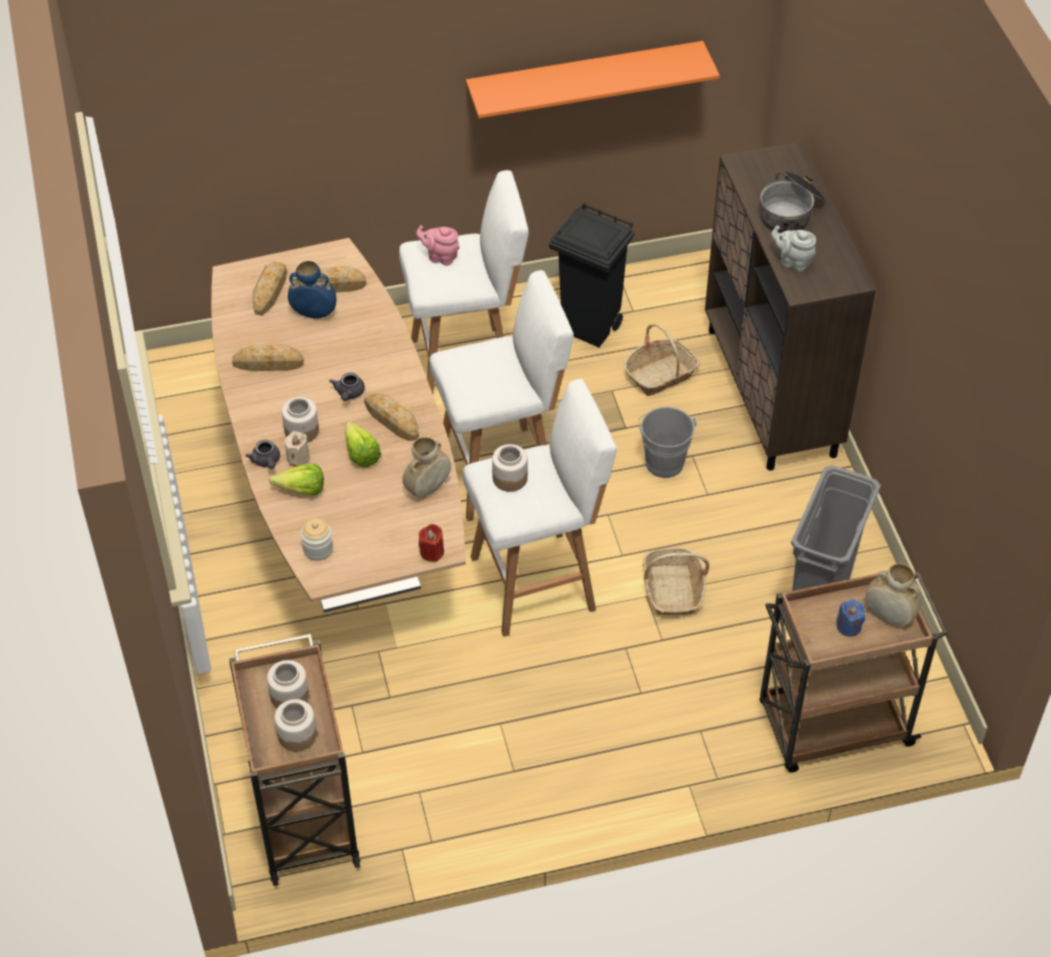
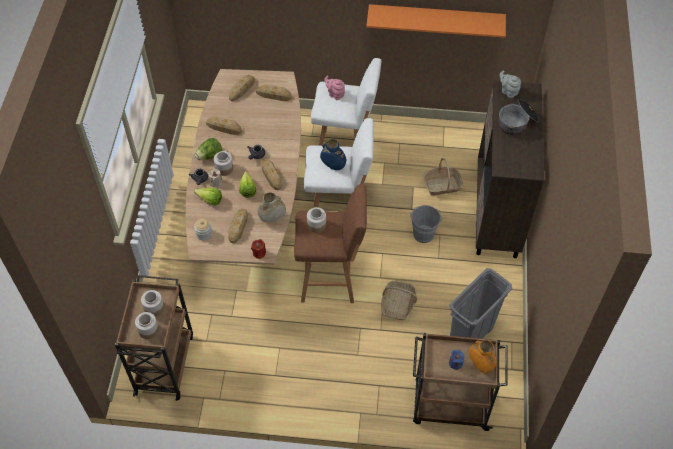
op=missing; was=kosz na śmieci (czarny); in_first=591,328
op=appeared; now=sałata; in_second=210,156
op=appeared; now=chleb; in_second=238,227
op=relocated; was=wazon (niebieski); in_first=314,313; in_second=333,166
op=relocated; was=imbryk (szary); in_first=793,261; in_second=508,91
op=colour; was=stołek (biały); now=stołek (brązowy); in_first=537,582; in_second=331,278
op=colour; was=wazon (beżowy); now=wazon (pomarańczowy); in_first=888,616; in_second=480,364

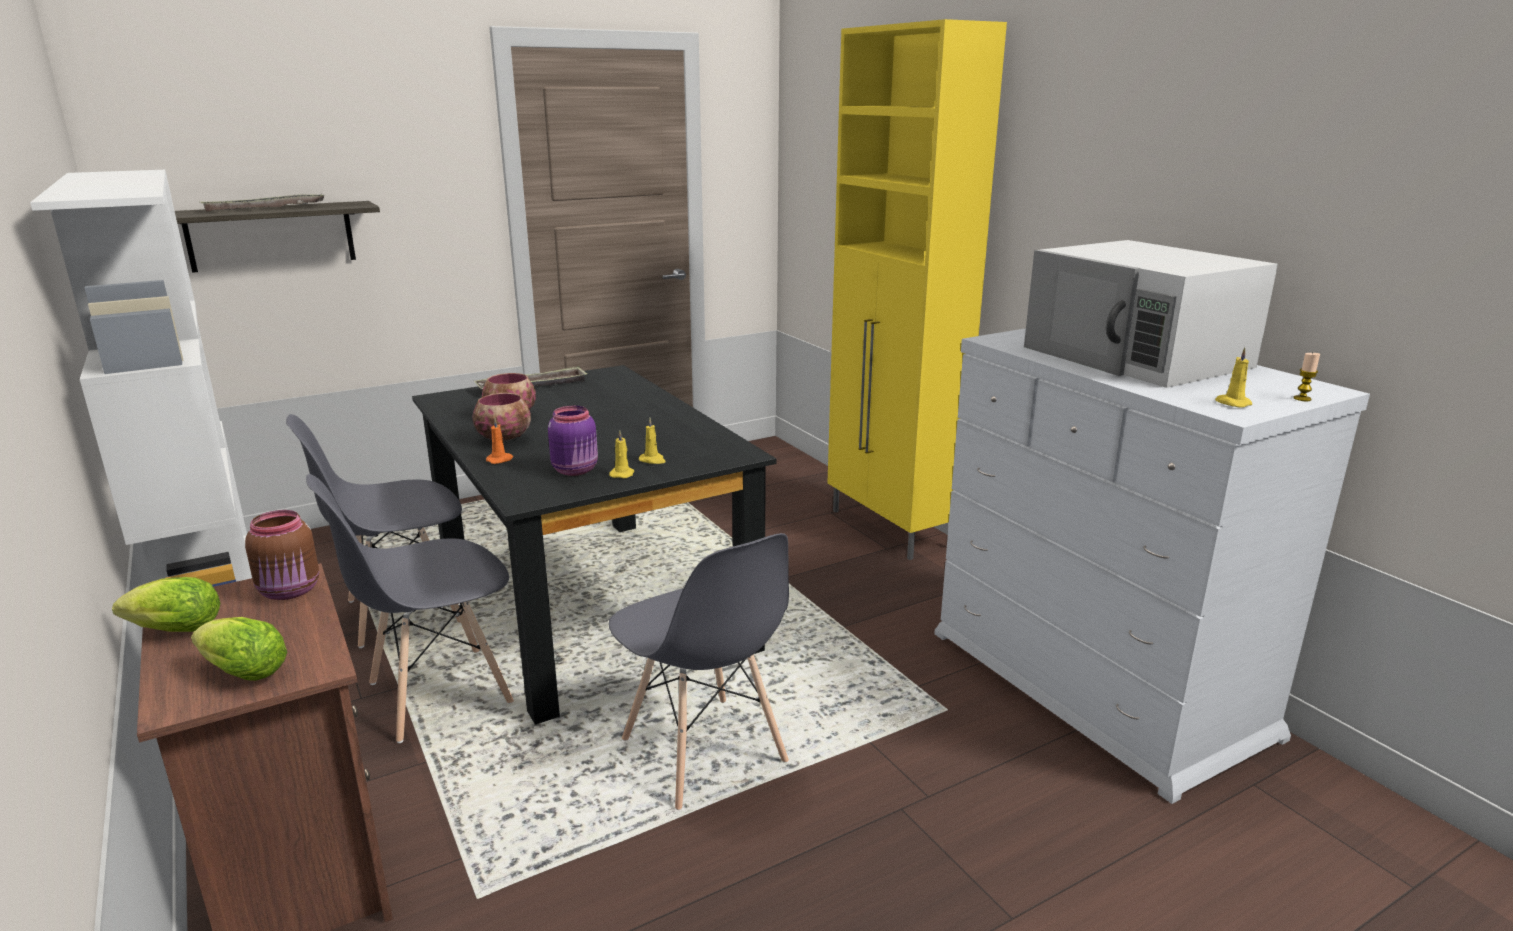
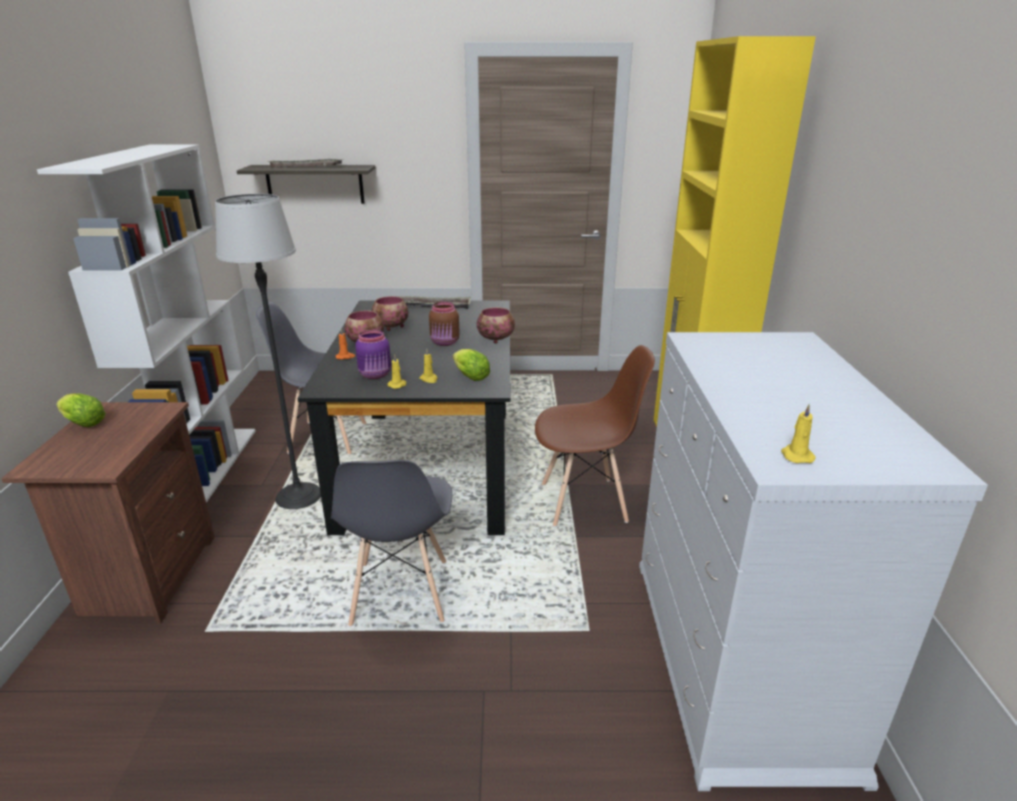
op=missing; was=mikrofalówka (biały); in_first=1137,357
op=missing; was=świeca; in_first=1302,399
op=appeared; now=miska; in_second=496,339
op=appeared; now=krzesło (brązowy); in_second=584,502
op=relocated; was=sałata; in_first=240,672; in_second=469,376
op=relocated; was=słoik (brązowy); in_first=291,591; in_second=445,343
op=exchanged; was=krzesło (szary); now=lampa stojąca; in_first=438,694; in_second=299,496

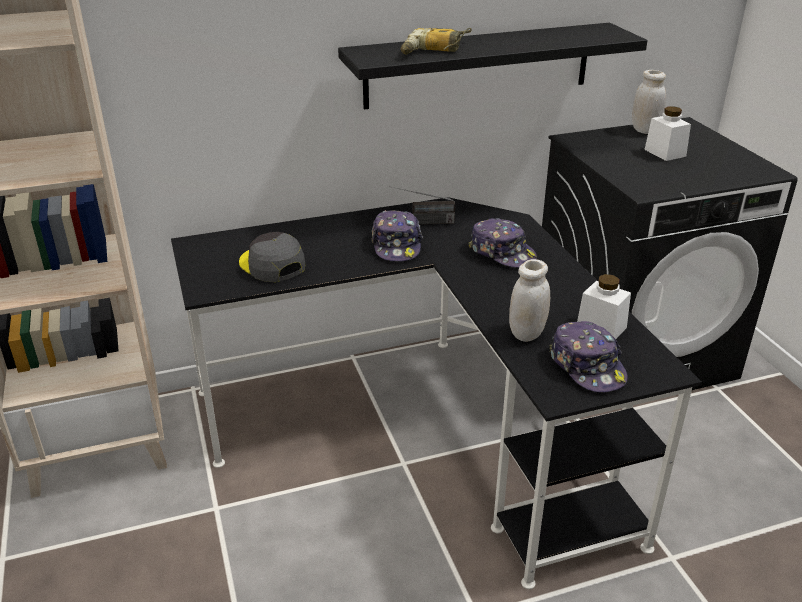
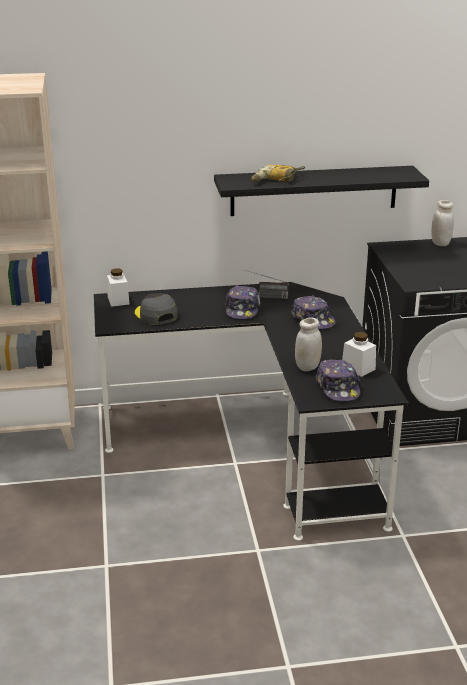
op=relocated; was=słoik (biały); in_first=665,153; in_second=118,300

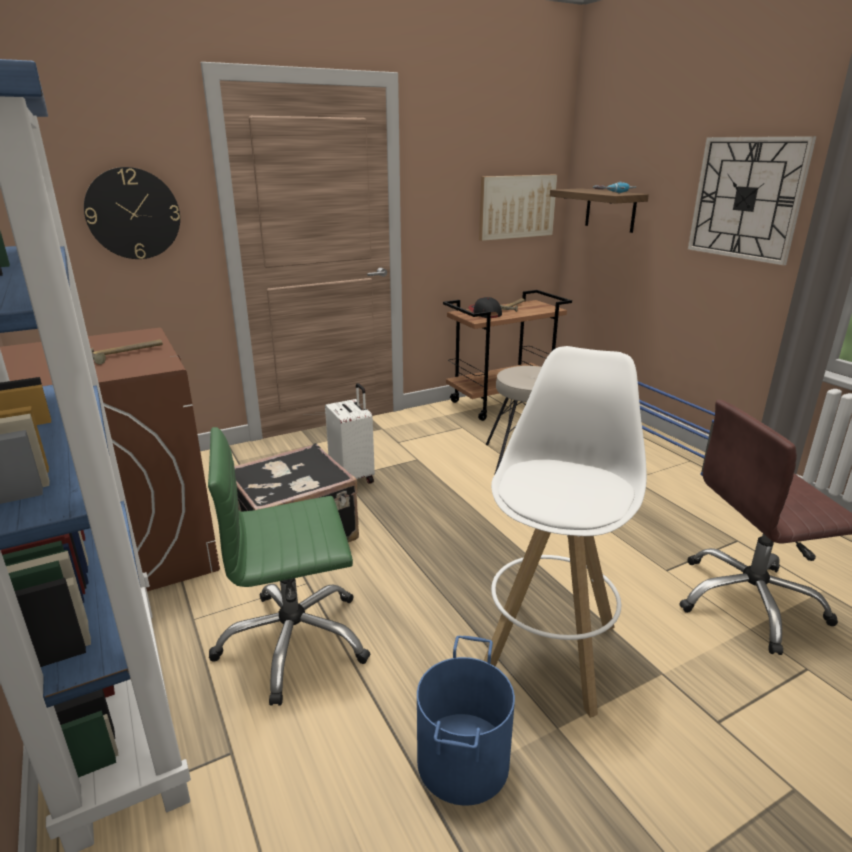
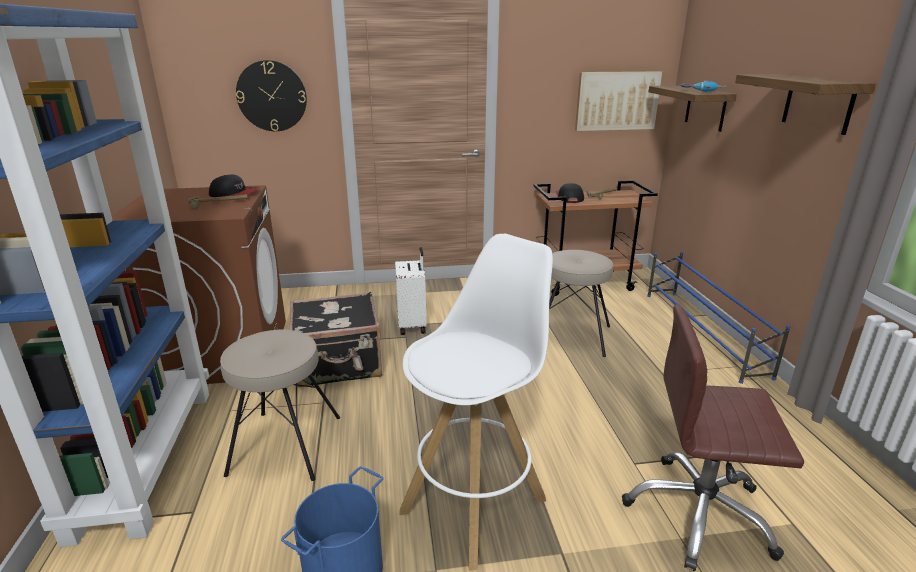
op=appeared; now=czapka z daszkiem; in_second=235,194
op=exchanged; was=krzesło biurowe (zielony); now=stołek (beżowy); in_first=294,642; in_second=284,444
op=exchanged; was=zegar ścienny; now=półka; in_first=746,198; in_second=818,103

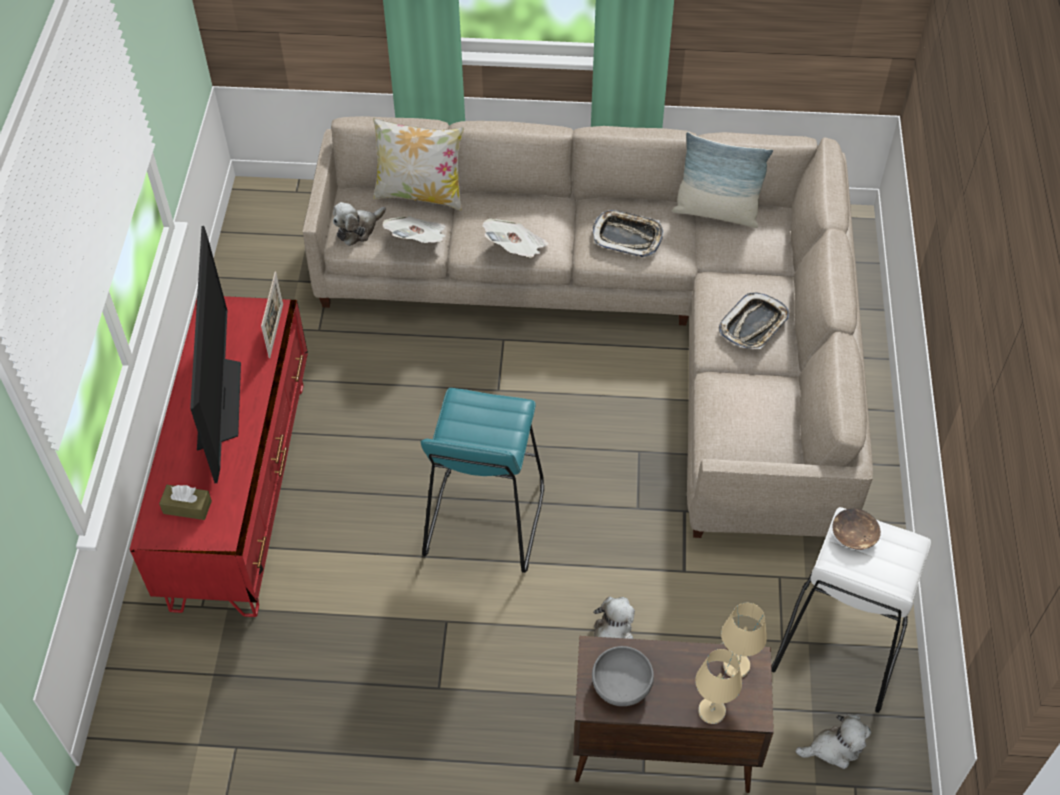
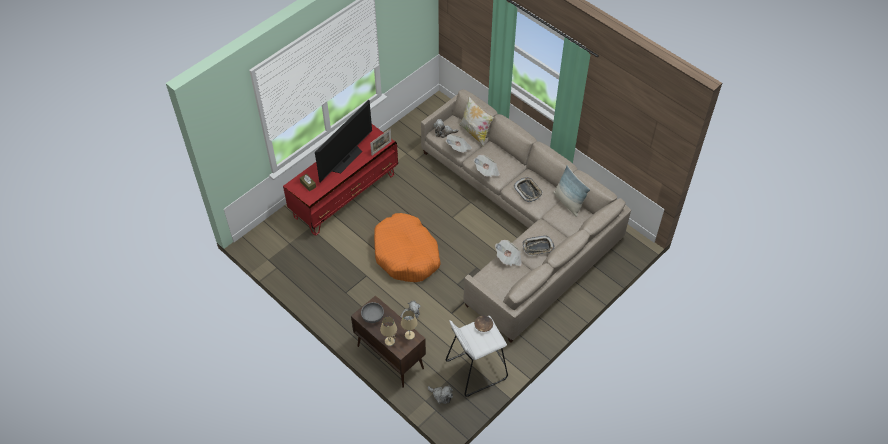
op=appeared; now=gazeta; in_second=508,258
op=exchanged; was=stołek (turkusowy); now=legowisko (pomarańczowy); in_first=484,520; in_second=406,254

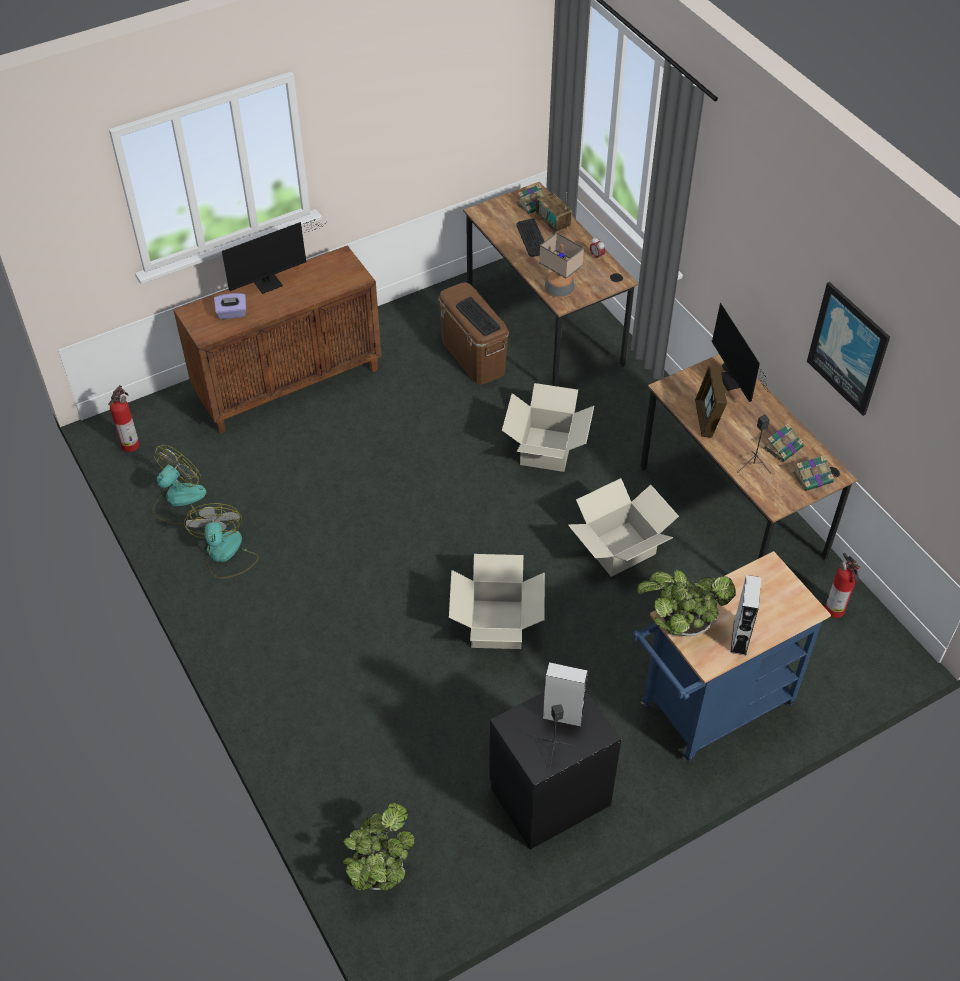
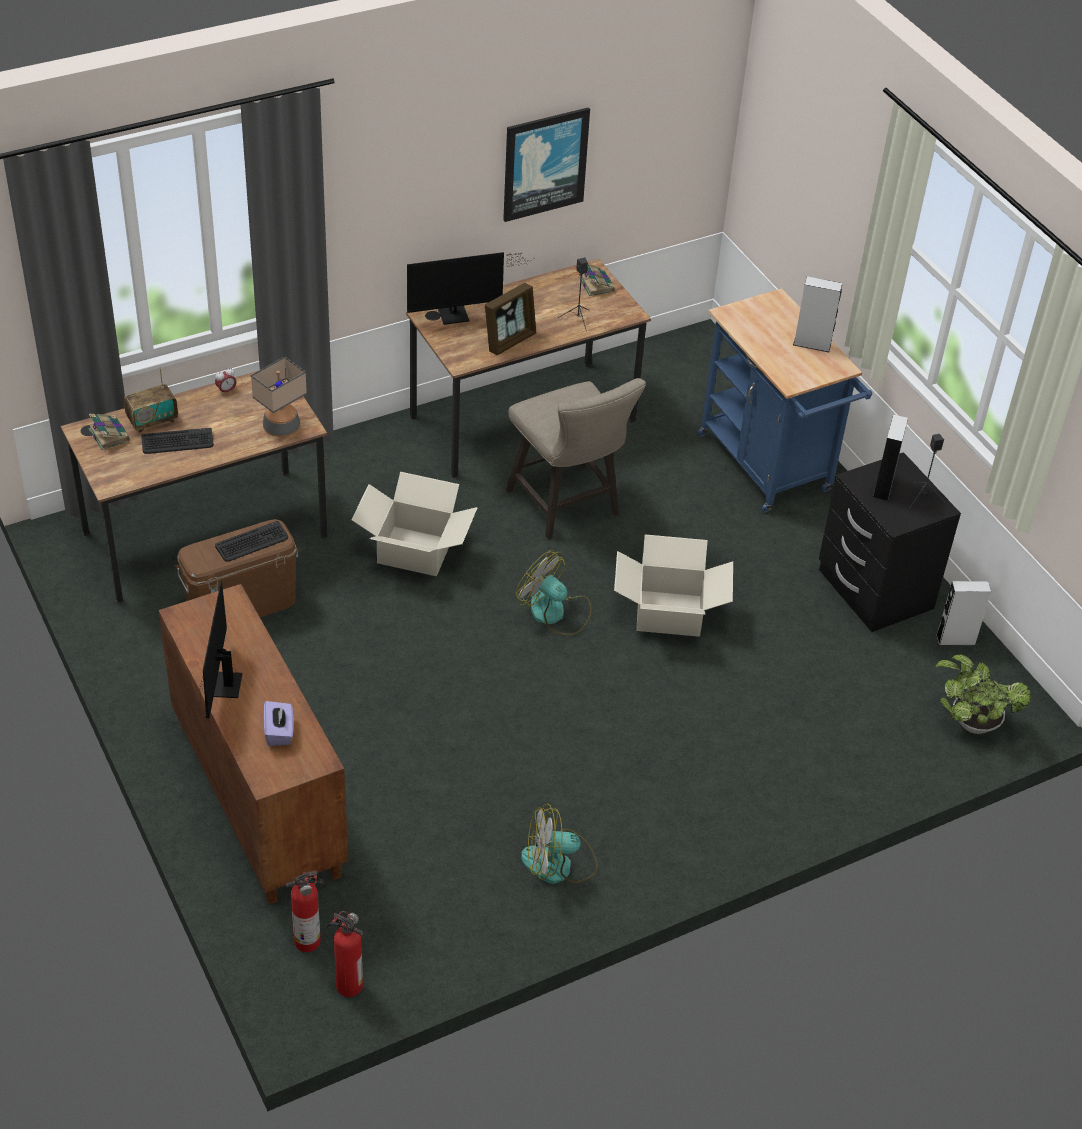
op=missing; was=roślina doniczkowa; in_first=680,625
op=missing; was=książka; in_first=783,447
op=appeared; now=głośnik (szary); in_second=955,640
op=relocated; was=wentylator; in_first=178,501; in_second=555,613
op=relocated; was=gaśnica; in_first=835,611; in_second=309,940
op=exchanged; was=karton; now=stołek (beżowy); in_first=619,548; in_second=568,507
op=spun; was=monitor; in_first=272,282; in_second=221,689; clockwise=-150
op=spun; was=ramka na zdjęcie; in_first=707,419; in_second=510,341; clockwise=-45

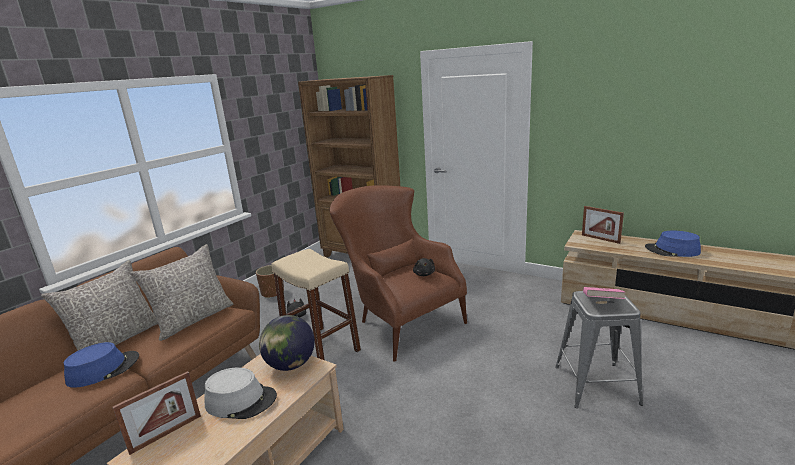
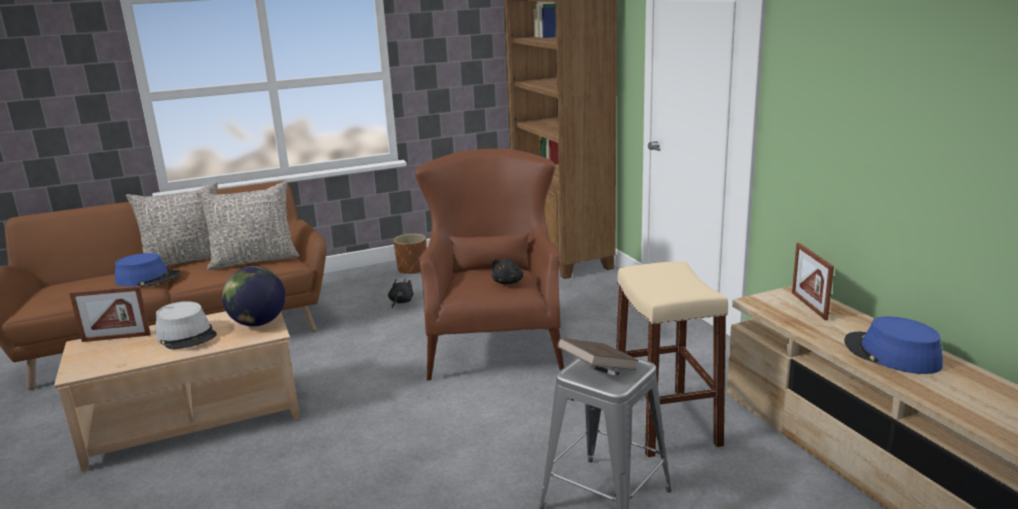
op=relocated; was=stołek (beżowy); in_first=321,349; in_second=665,422
op=colour; was=książka (różowy); now=książka (brązowy); in_first=601,303; in_second=597,369

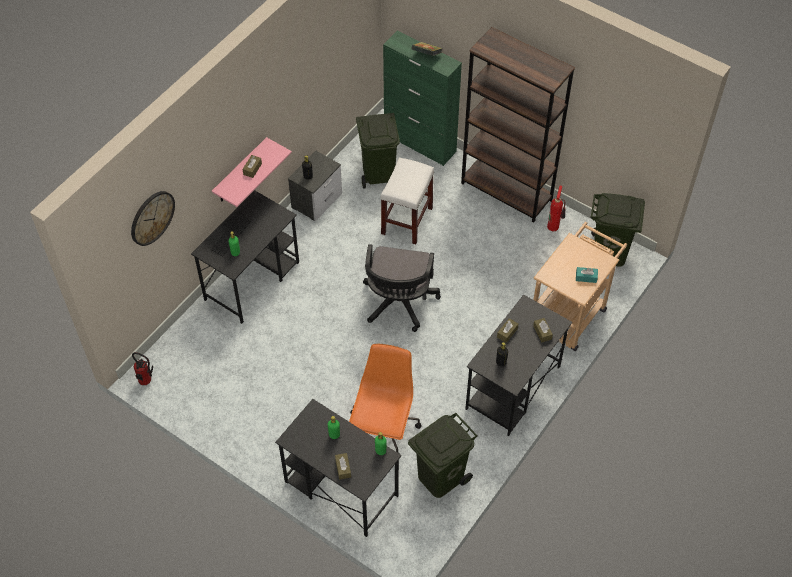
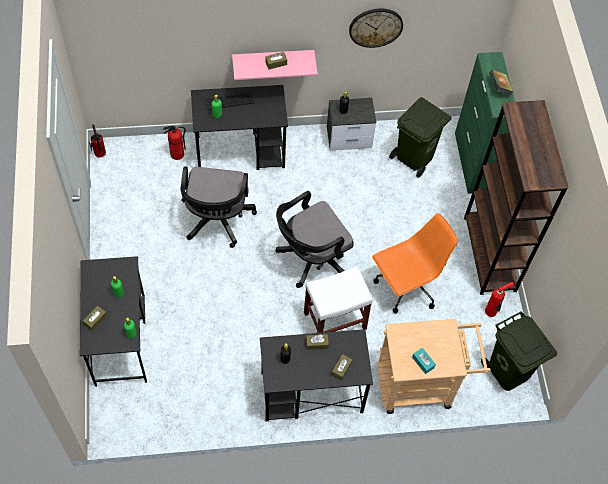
op=missing; was=kosz na śmieci (zielony); in_first=440,476
op=appeared; now=gaśnica; in_second=176,154
op=appeared; now=krzesło biurowe (czarny); in_second=216,221
op=relocated; was=zegar ścienny; in_first=152,217; in_second=375,27
op=relocated; was=krzesło biurowe (pomarańczowy); in_first=383,429; in_second=406,287
op=relocated; was=stołek (biały); in_first=406,220; in_second=335,320

